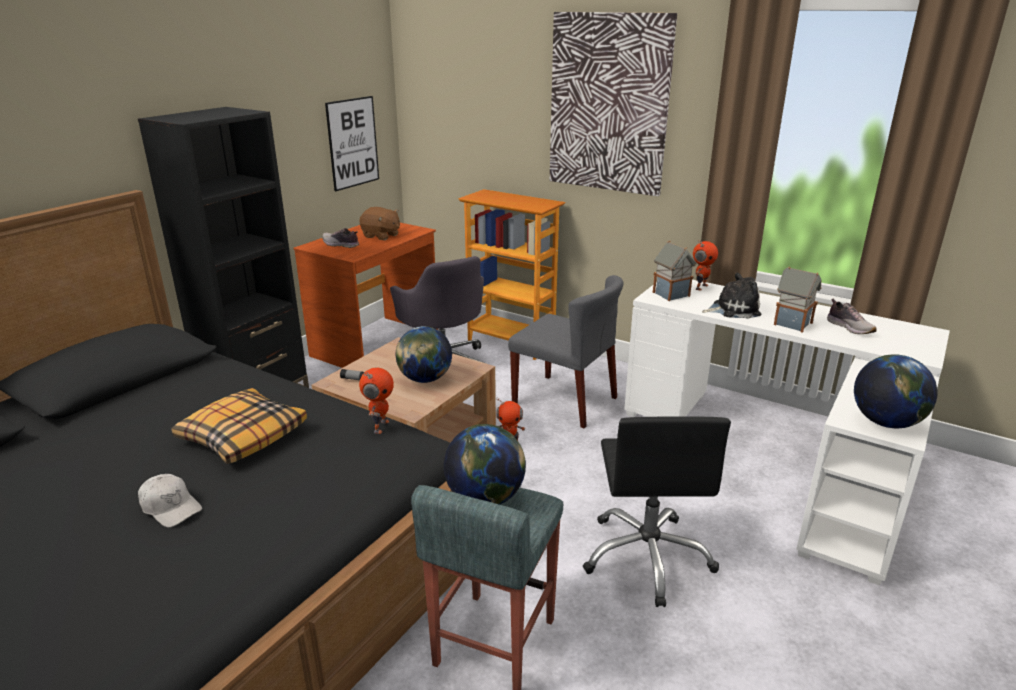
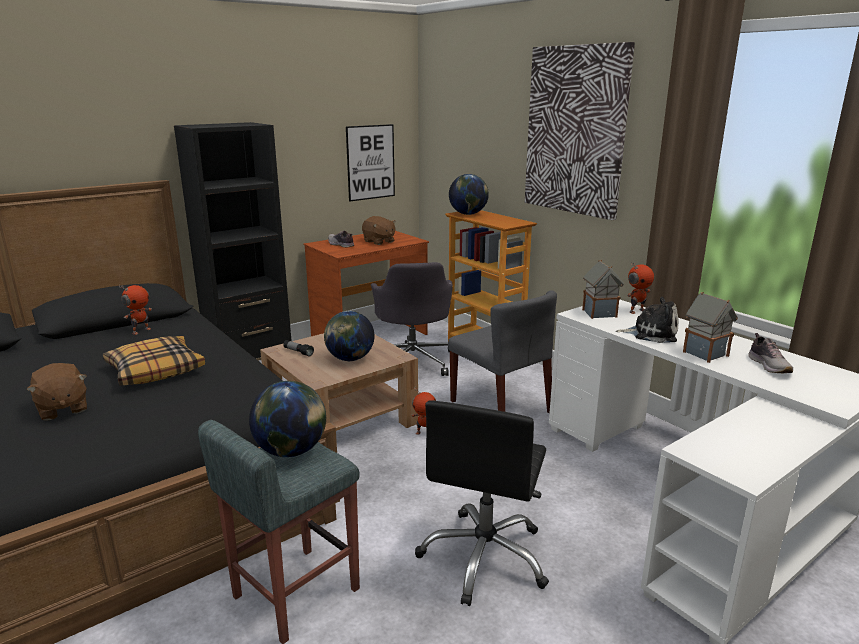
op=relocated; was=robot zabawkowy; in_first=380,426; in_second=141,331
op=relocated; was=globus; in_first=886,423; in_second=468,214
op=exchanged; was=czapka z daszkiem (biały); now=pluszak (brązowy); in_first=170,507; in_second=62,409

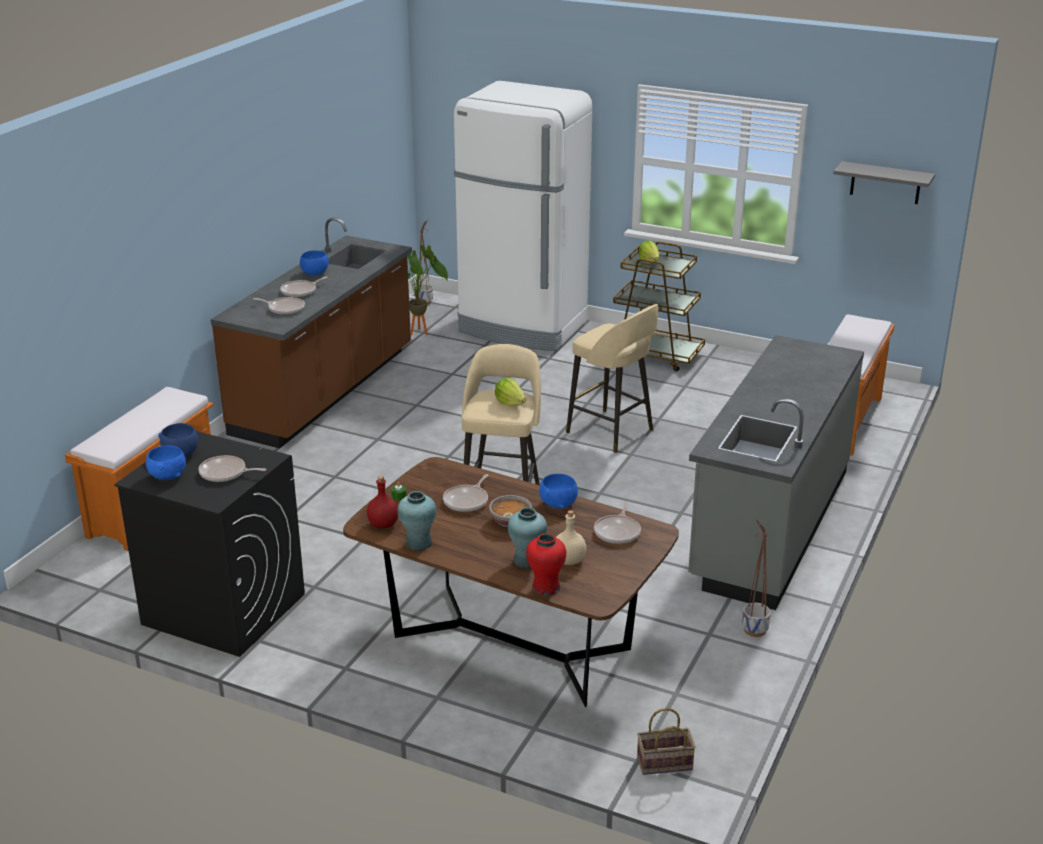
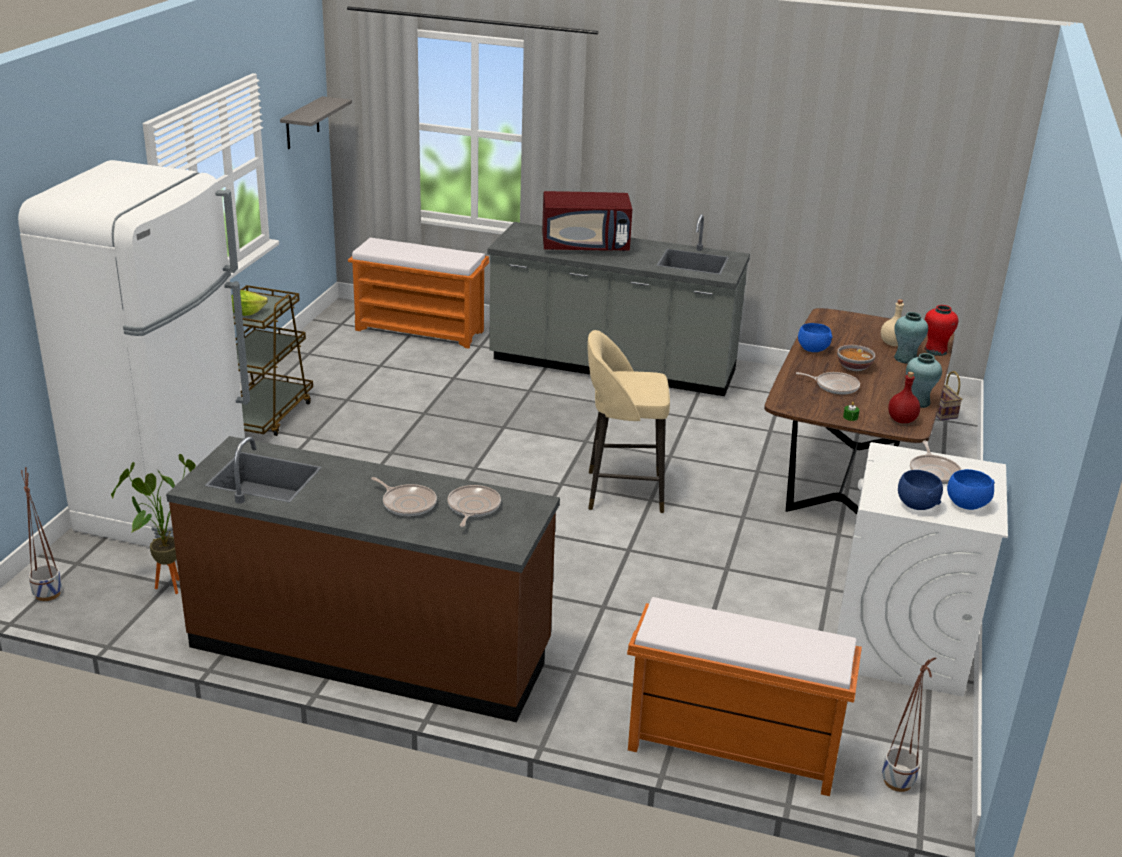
op=missing; was=miska (niebieski); in_first=314,273
op=missing; was=sałata; in_first=510,403
op=missing; was=stołek (beżowy); in_first=612,432
op=missing; was=patelnia; in_first=618,531
op=appeared; now=mikrofalówka (czerwony); in_second=585,246
op=relocated; was=donica; in_first=755,630; in_second=898,781
op=colour; was=pralka (czarny); now=pralka (biały); in_first=222,609; in_second=901,642

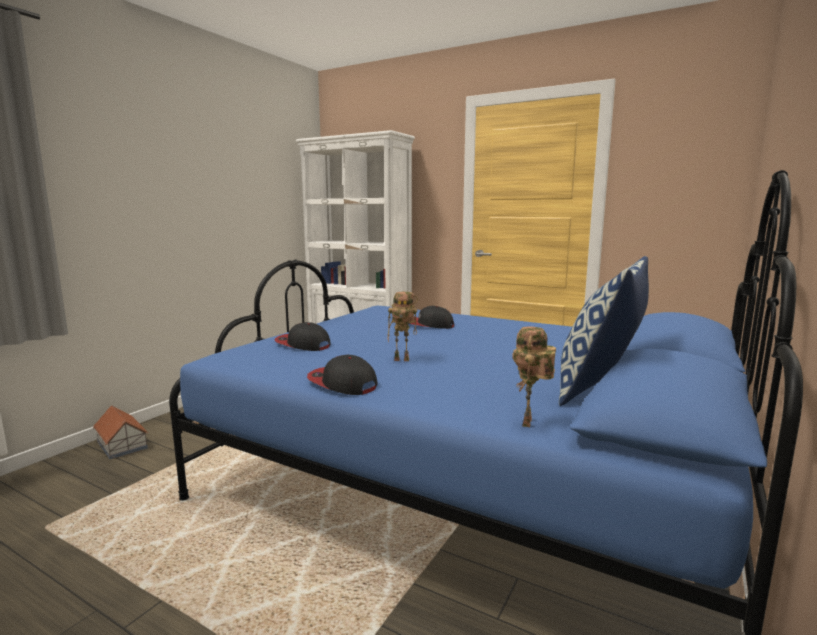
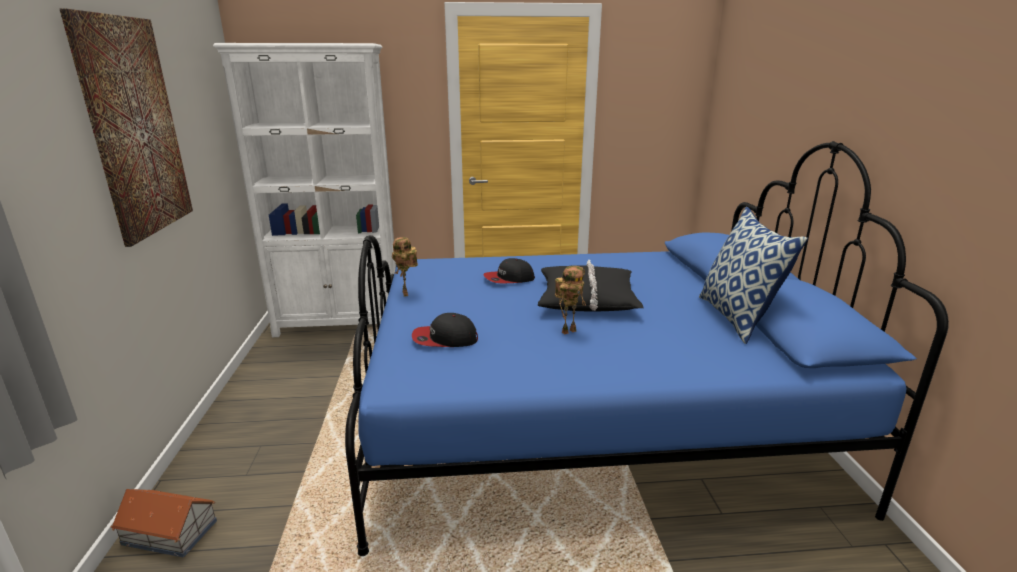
op=missing; was=czapka z daszkiem; in_first=342,383
op=appeared; now=obraz; in_second=134,128
op=appeared; now=poduszka (czarny); in_second=587,299
op=relocated; was=robot zabawkowy; in_first=529,423; in_second=407,294

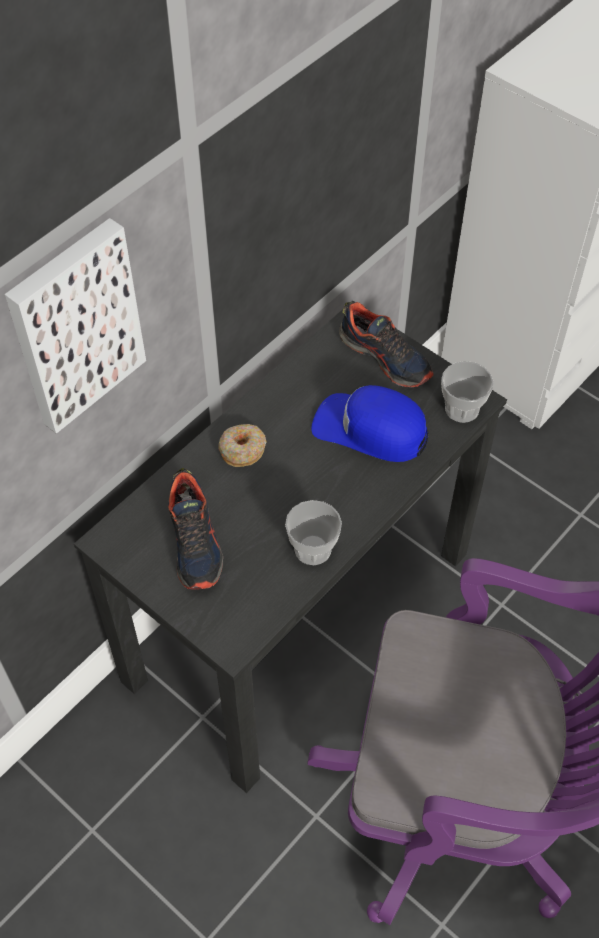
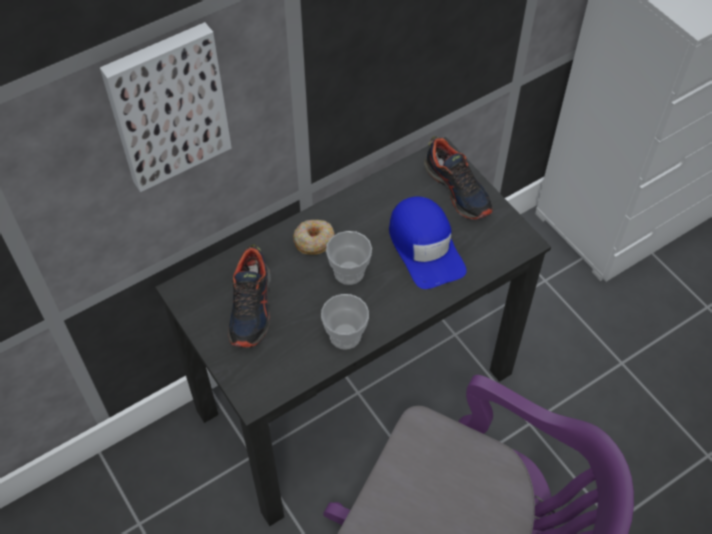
op=relocated; was=filiżanka; in_first=462,409; in_second=349,272
op=spun; was=czapka z daszkiem (niebieski); in_first=370,429; in_second=425,247; clockwise=-150

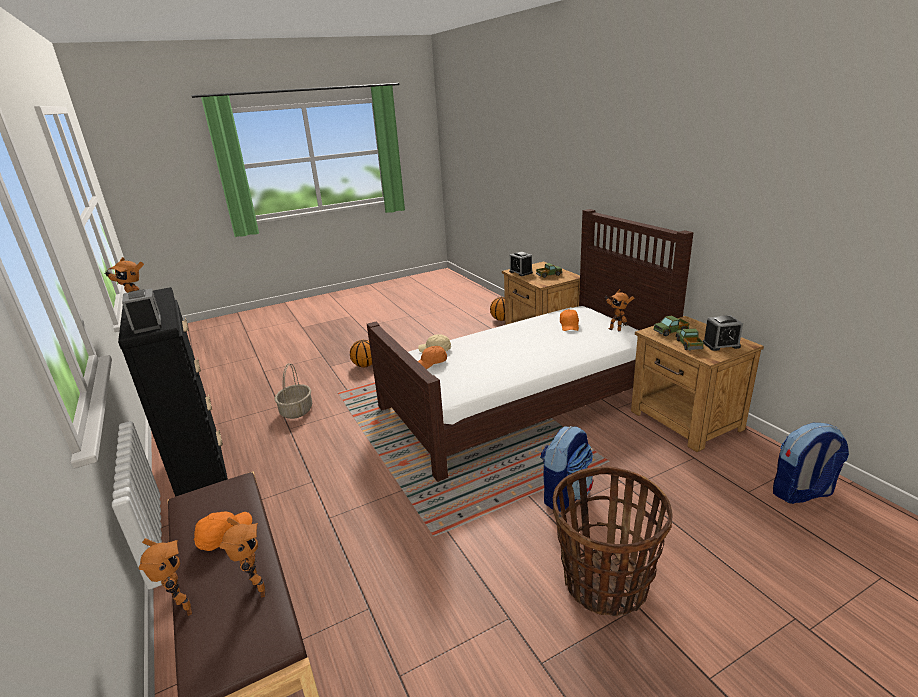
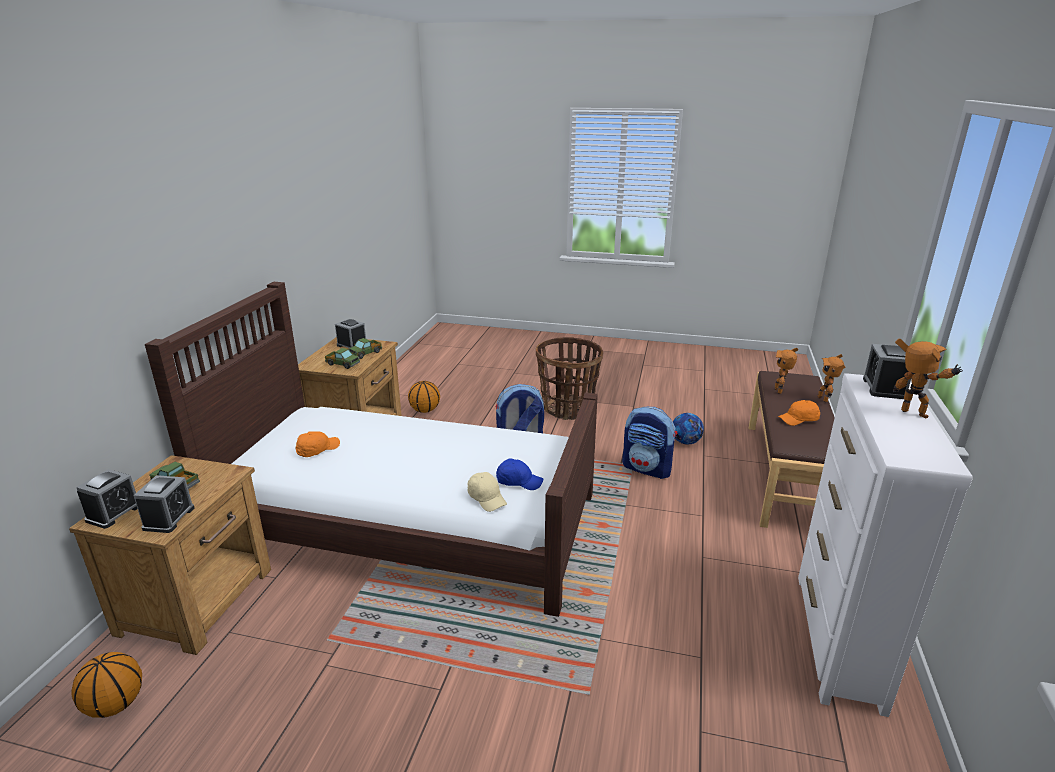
op=missing; was=koszyk; in_first=296,411
op=missing; was=robot zabawkowy; in_first=615,329
op=appeared; now=budzik; in_second=114,513
op=appeared; now=piłka futbolowa; in_second=685,442
op=relocated; was=piłka do koszykówki; in_first=365,365; in_second=424,410
op=relocated; was=plecak; in_first=801,493; in_second=647,469
op=colour; was=komoda (czarny); now=komoda (biały); in_first=203,476; in_second=838,640
op=colour; was=czapka z daszkiem (pomarańczowy); now=czapka z daszkiem (niebieski); in_first=431,363; in_second=519,481

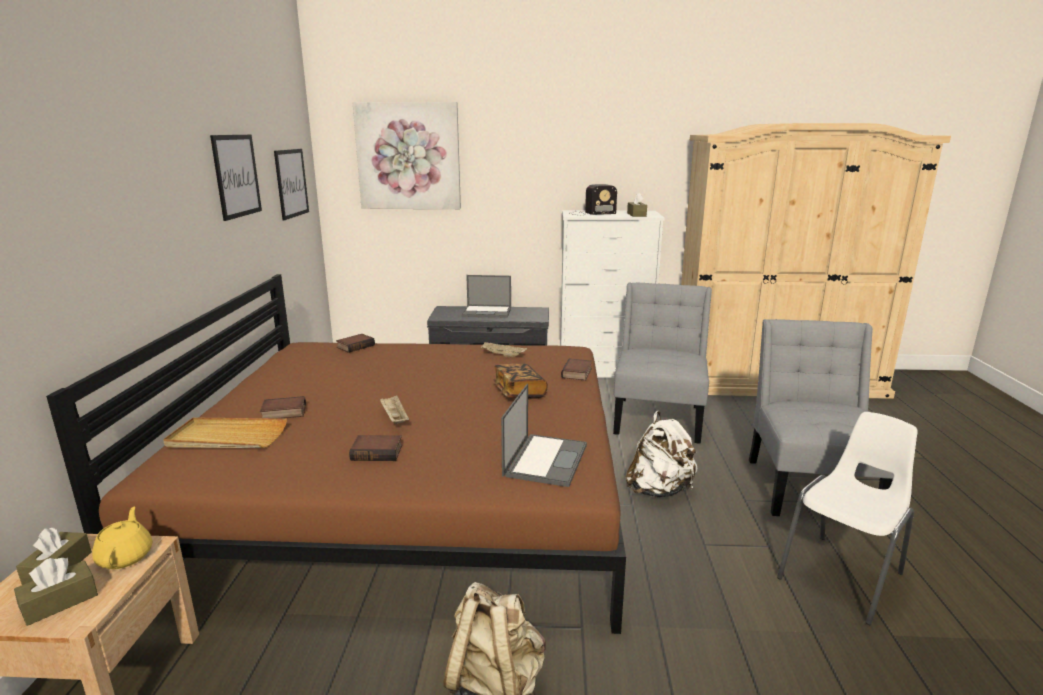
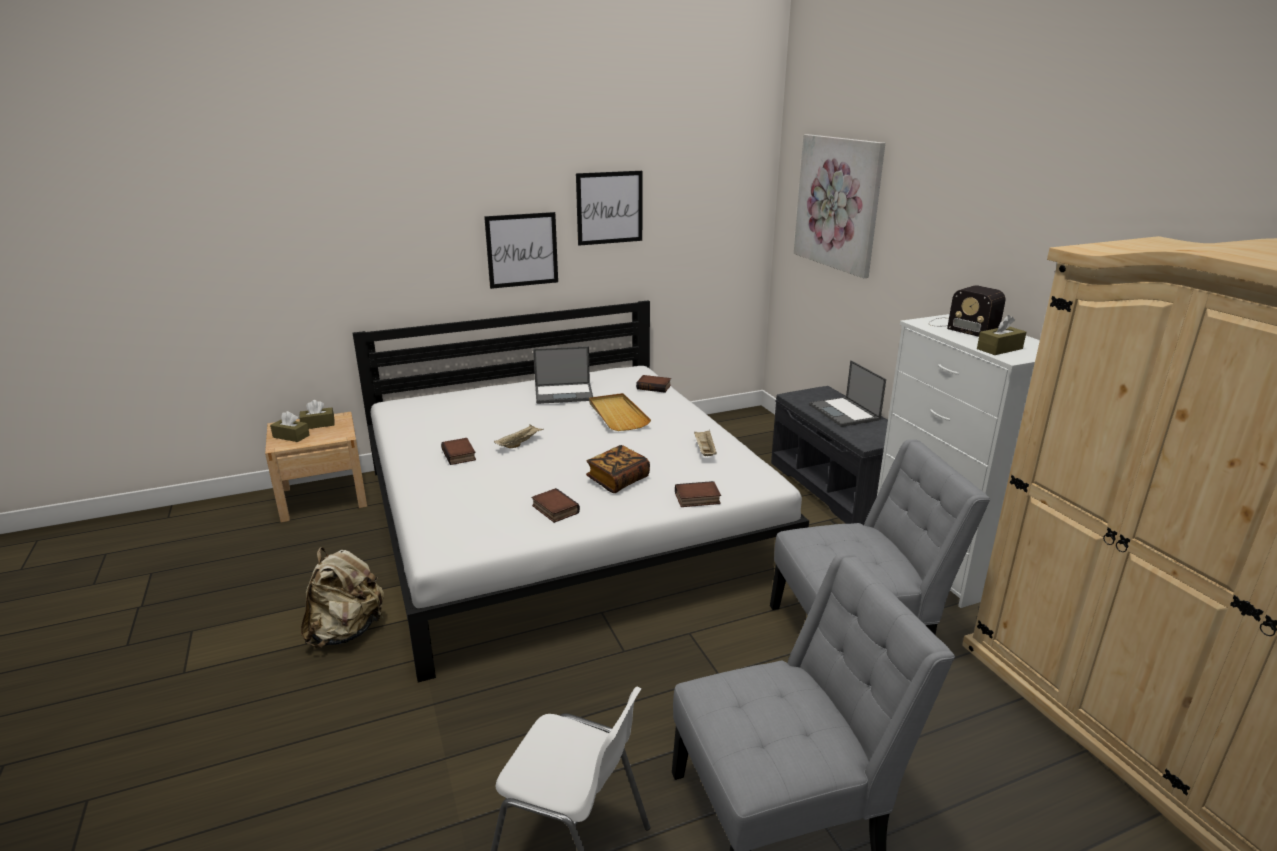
op=missing; was=imbryk (żółty); in_first=126,556
op=missing; was=plecak (biały); in_first=659,490
op=relocated; was=taca (beżowy); in_first=227,437; in_second=617,414
op=relocated; was=książka; in_first=283,413; in_second=554,509
op=relocated; was=obraz; in_first=291,183; in_second=522,250
op=relocated; was=laptop; in_first=545,459; in_second=564,393
op=colour; was=łóżko (brązowy); now=łóżko (biały); in_first=410,489; in_second=564,519

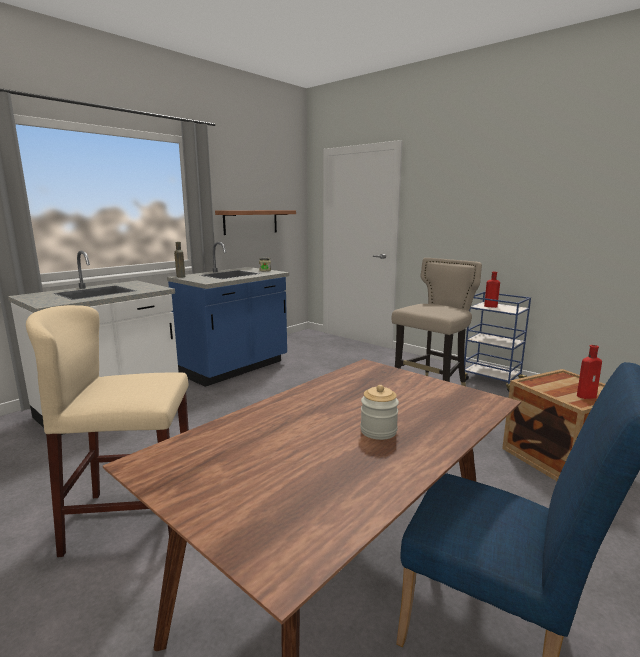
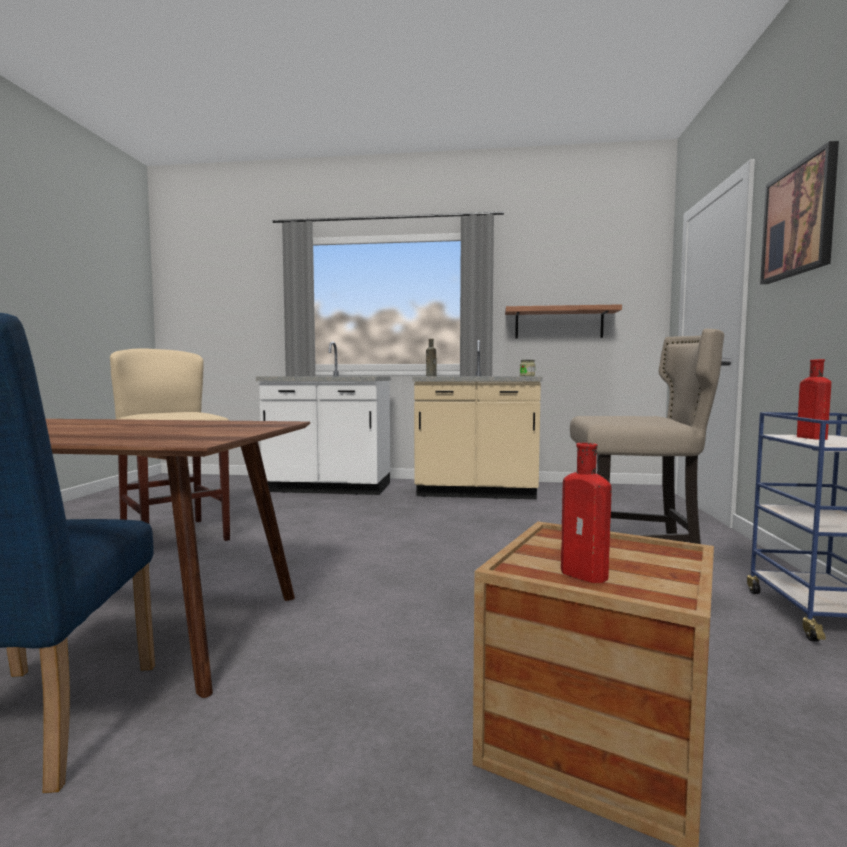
op=missing; was=słoik; in_first=378,431
op=appeared; now=obraz; in_second=799,220
op=colour; was=zabudowa kuchenna (niebieski); now=zabudowa kuchenna (beżowy); in_first=235,368; in_second=476,492

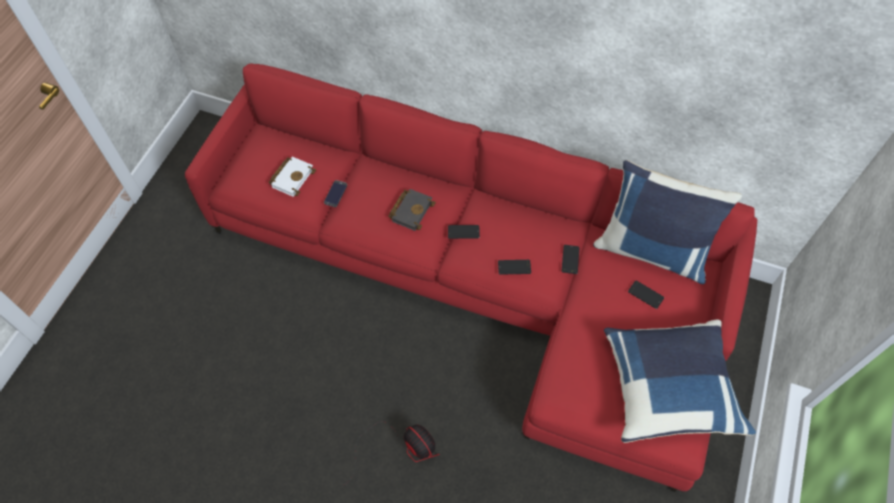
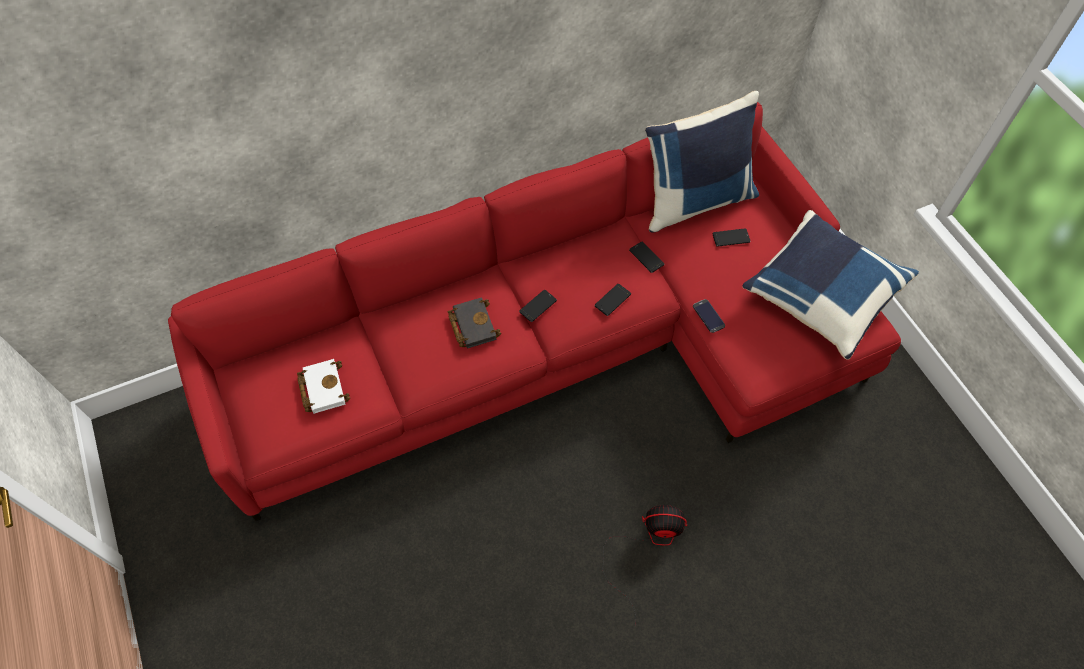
op=relocated; was=telefon; in_first=335,194; in_second=708,316

